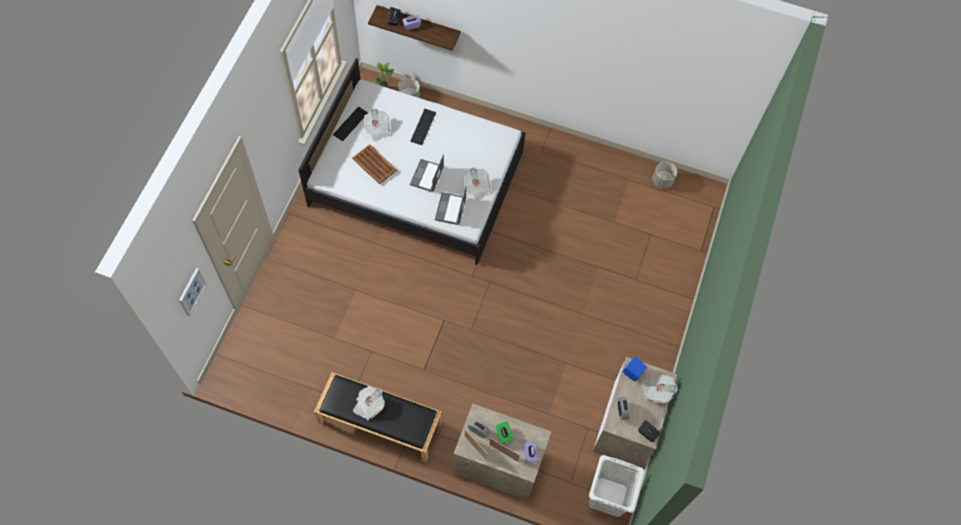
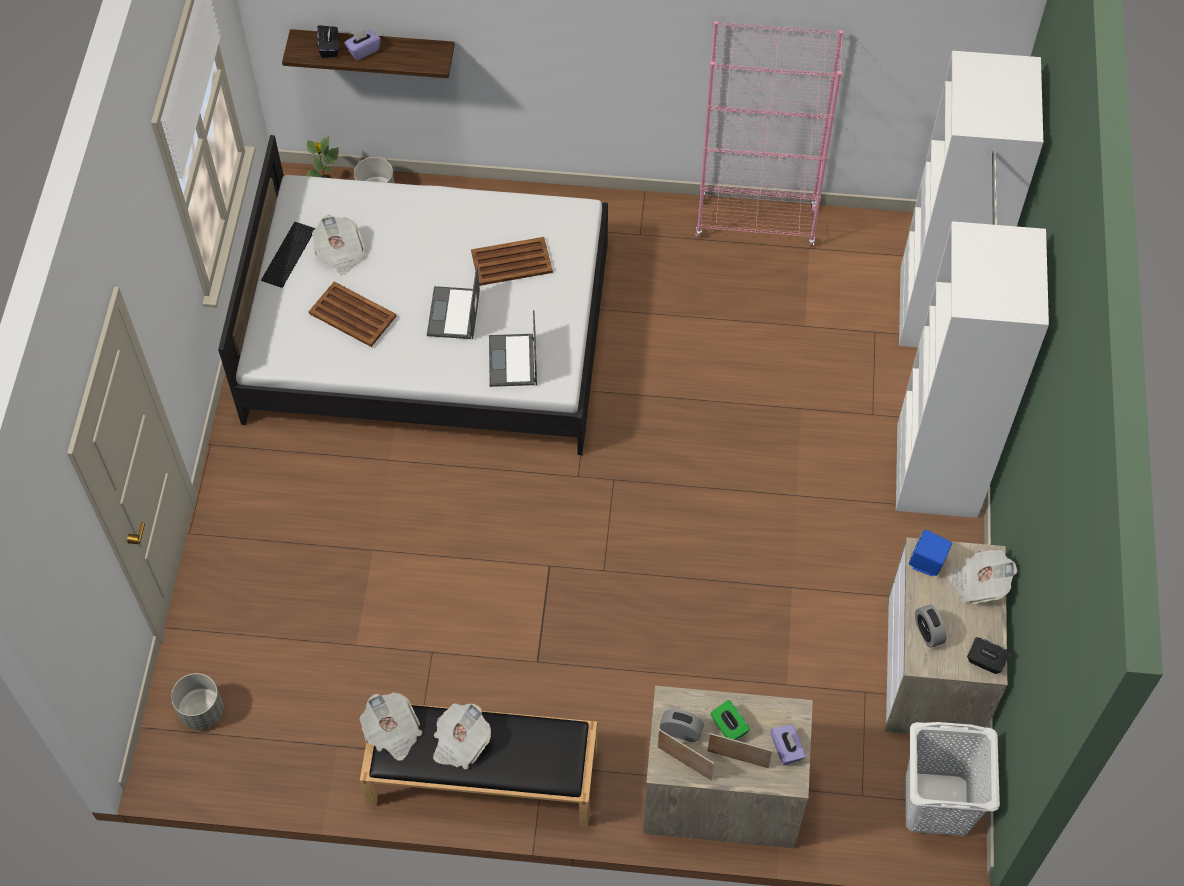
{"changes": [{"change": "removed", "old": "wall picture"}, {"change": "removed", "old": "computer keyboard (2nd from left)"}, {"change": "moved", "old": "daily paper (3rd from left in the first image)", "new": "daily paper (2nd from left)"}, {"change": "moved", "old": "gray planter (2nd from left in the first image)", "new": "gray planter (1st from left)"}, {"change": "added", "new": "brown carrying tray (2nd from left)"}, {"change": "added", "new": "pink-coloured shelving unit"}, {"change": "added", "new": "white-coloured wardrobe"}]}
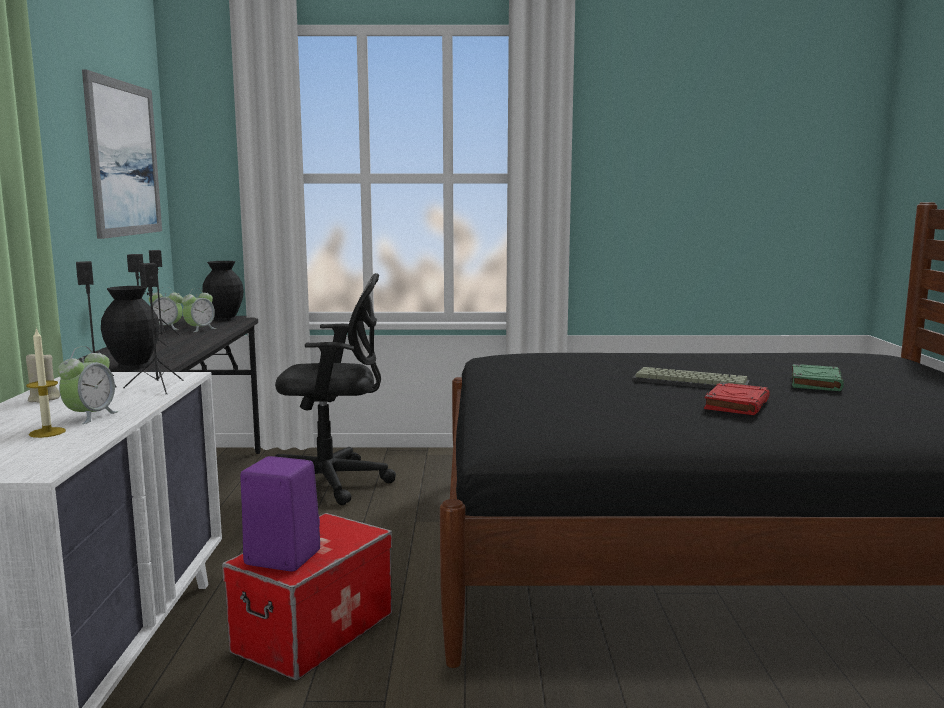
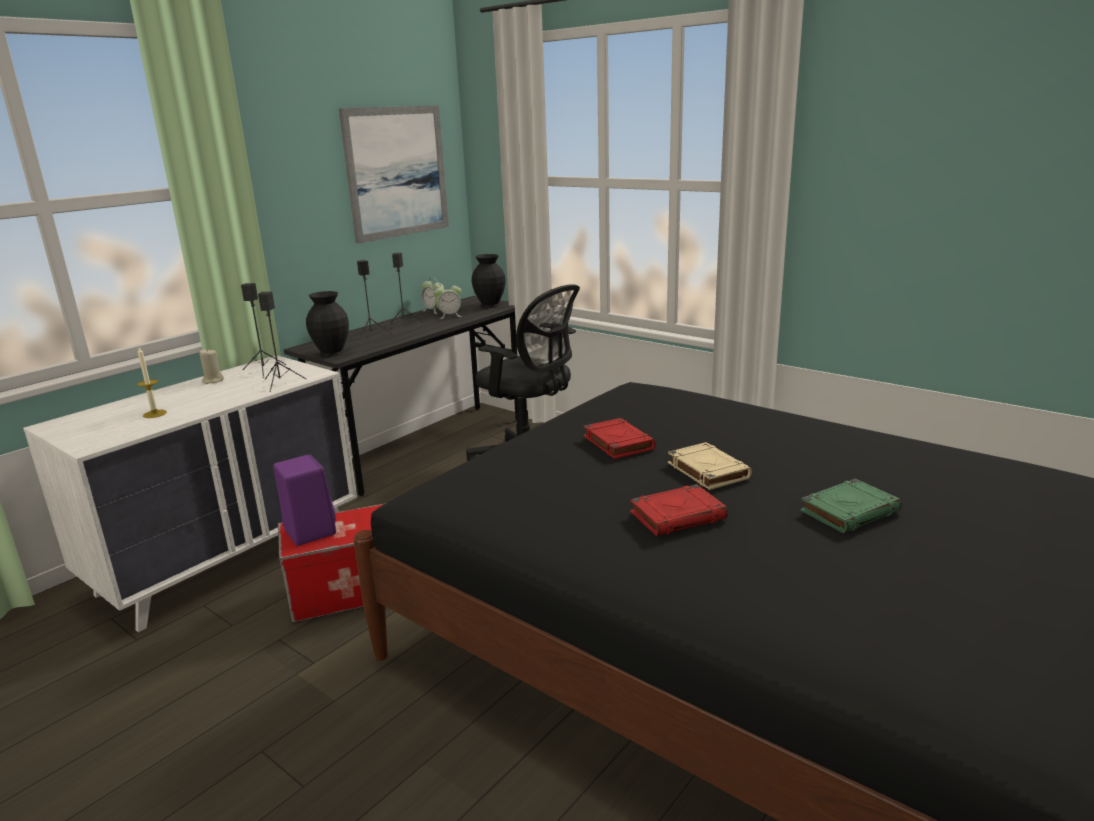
{"changes": [{"change": "removed", "old": "alarm clock (1st from left)"}, {"change": "replaced", "old": "computer keyboard", "new": "beige-coloured volume"}, {"change": "added", "new": "red volume (1st from left)"}]}
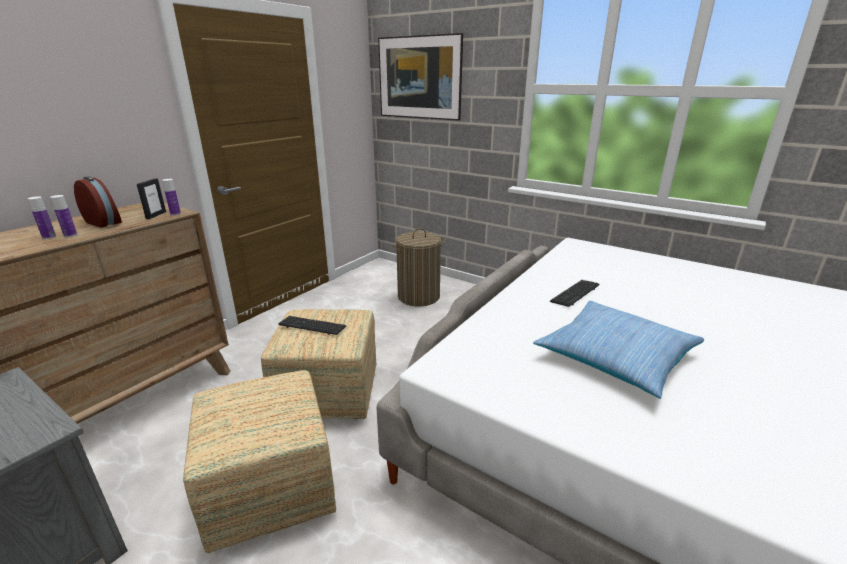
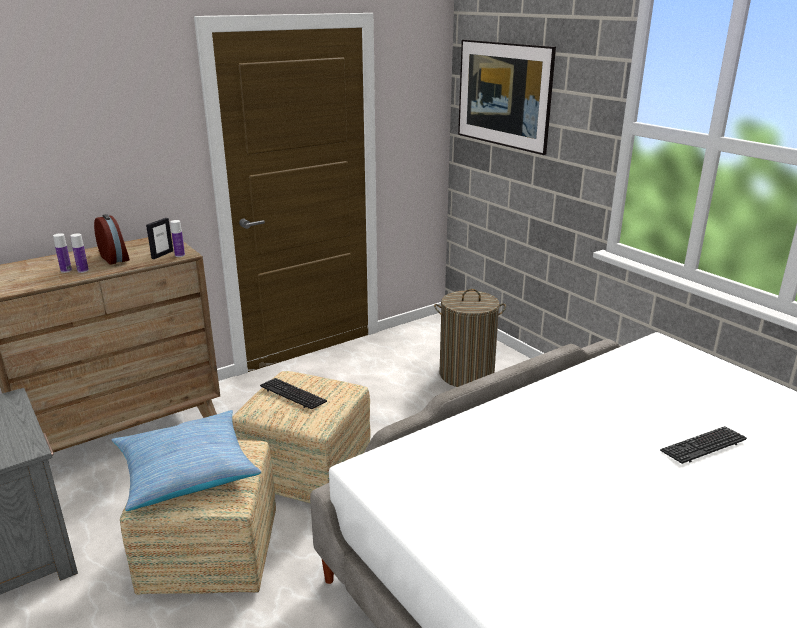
{"changes": [{"change": "moved", "old": "pillow"}, {"change": "moved", "old": "computer keyboard (2nd from left)"}]}
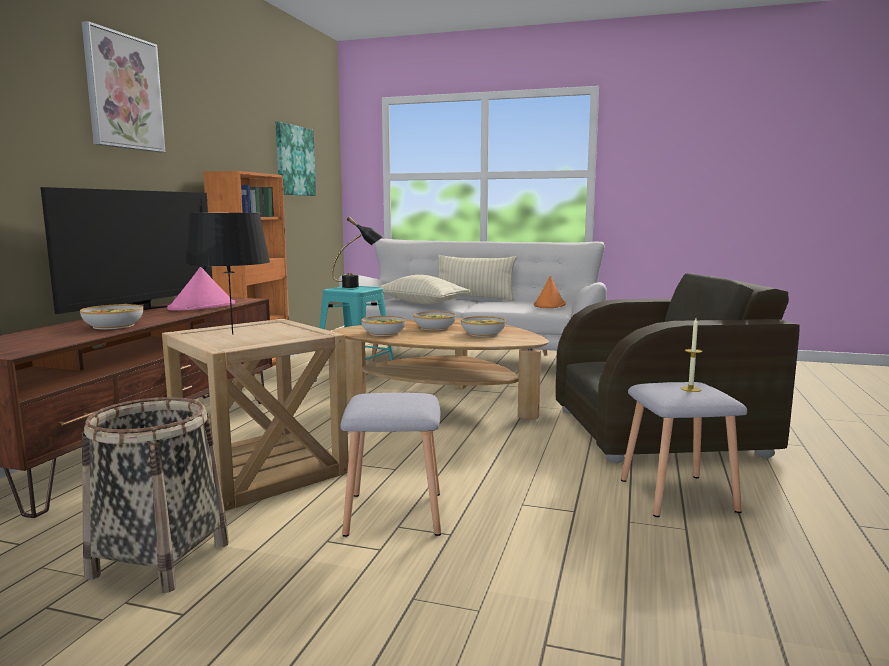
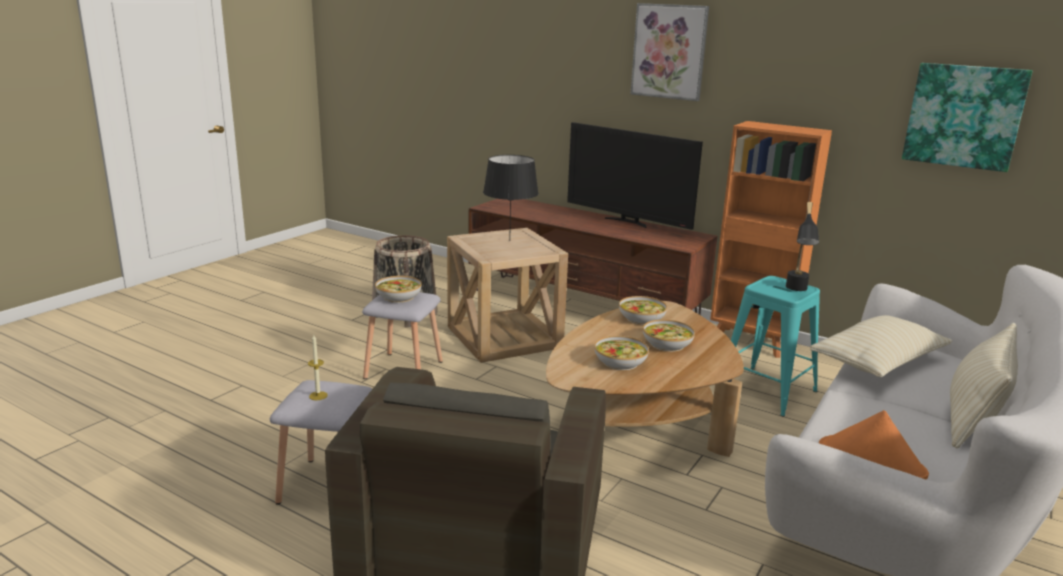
{"changes": [{"change": "moved", "old": "deep dish (1st from left)"}, {"change": "removed", "old": "pink-coloured hat"}]}
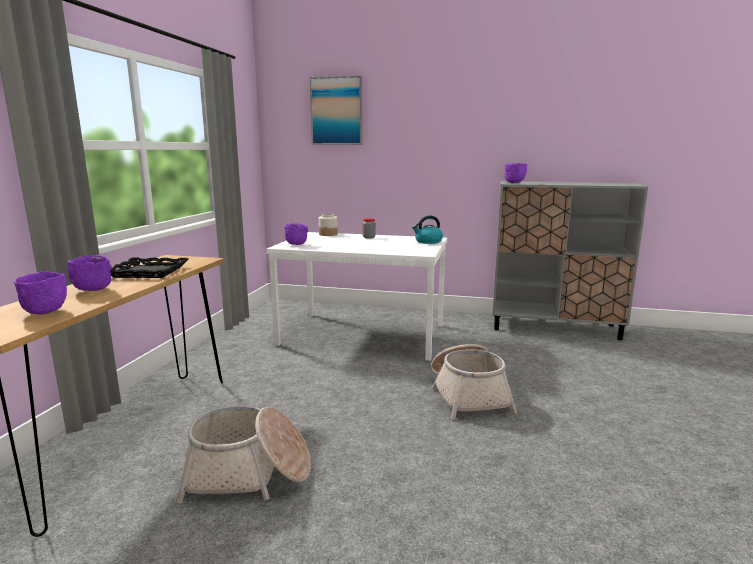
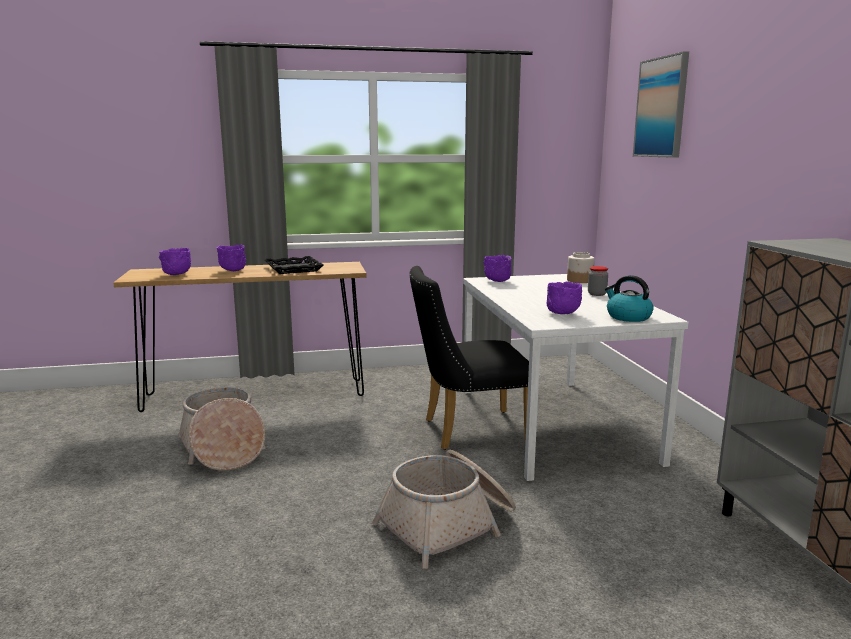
{"changes": [{"change": "moved", "old": "purplish deep dish (4th from left)"}, {"change": "added", "new": "blackish upright chair"}]}
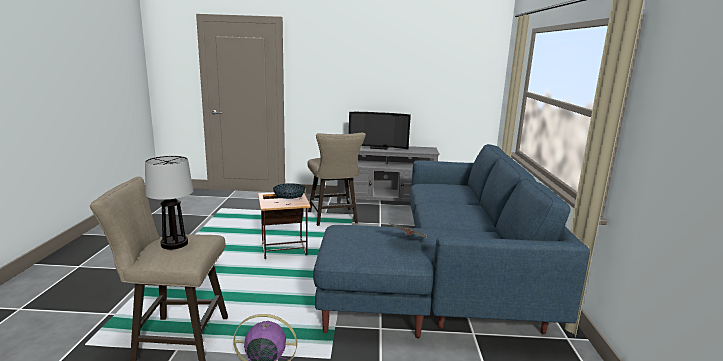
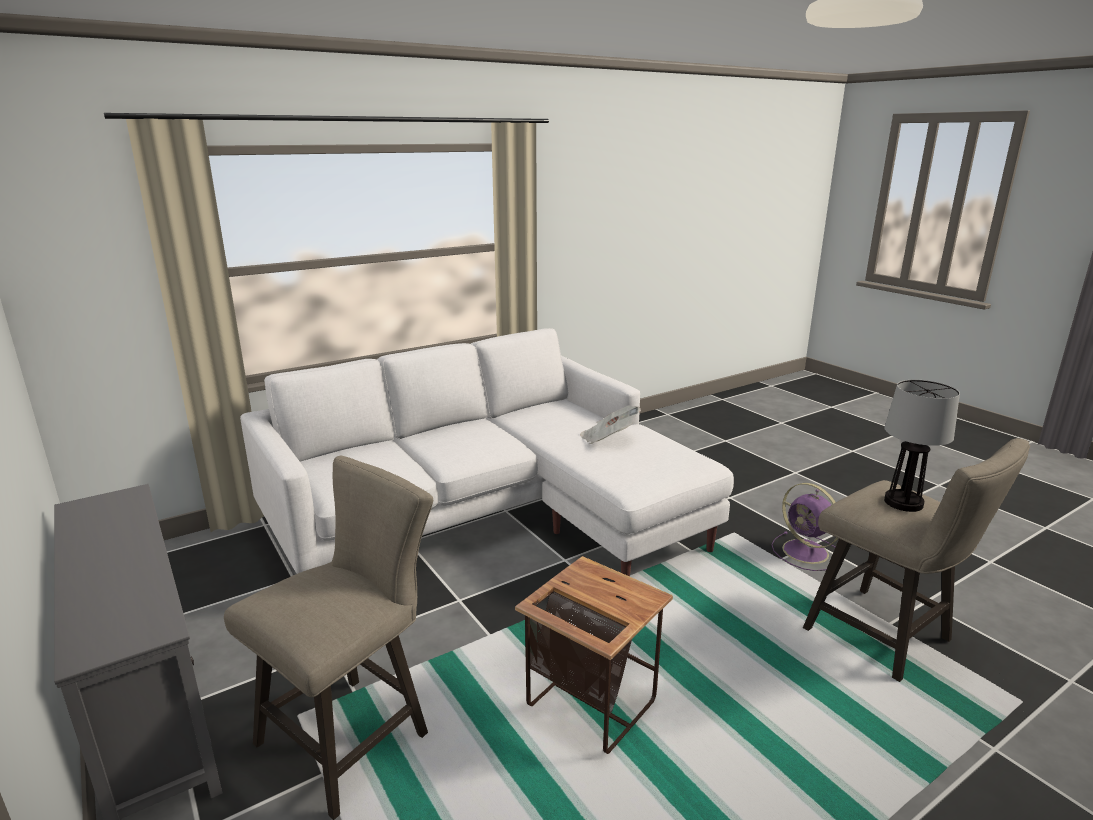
{"changes": [{"change": "removed", "old": "deep dish"}, {"change": "recoloured", "old": "blue sofa", "new": "white-coloured sofa"}, {"change": "removed", "old": "TV"}]}
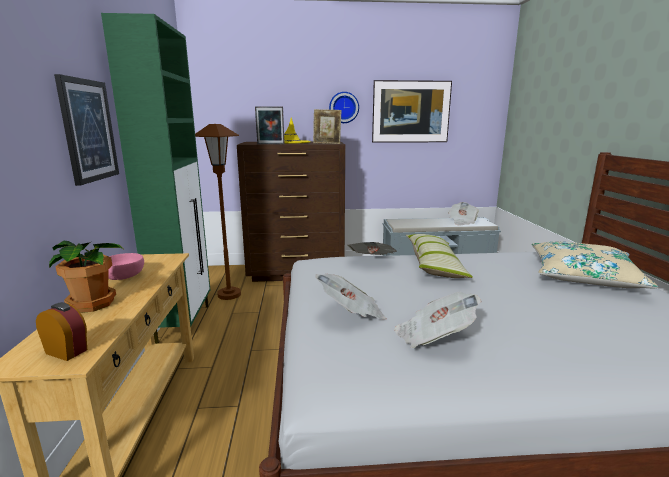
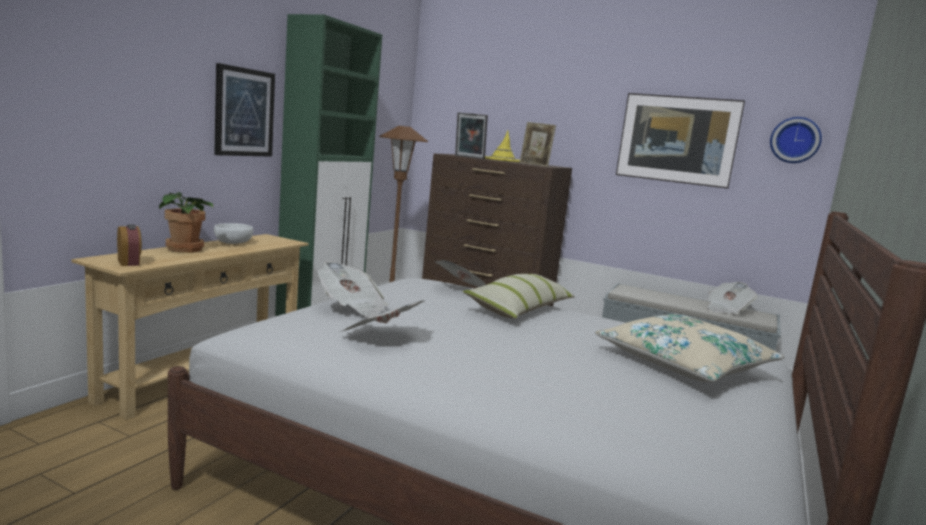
{"changes": [{"change": "recoloured", "old": "pink-coloured deep dish", "new": "white-coloured deep dish"}, {"change": "moved", "old": "wall clock"}]}
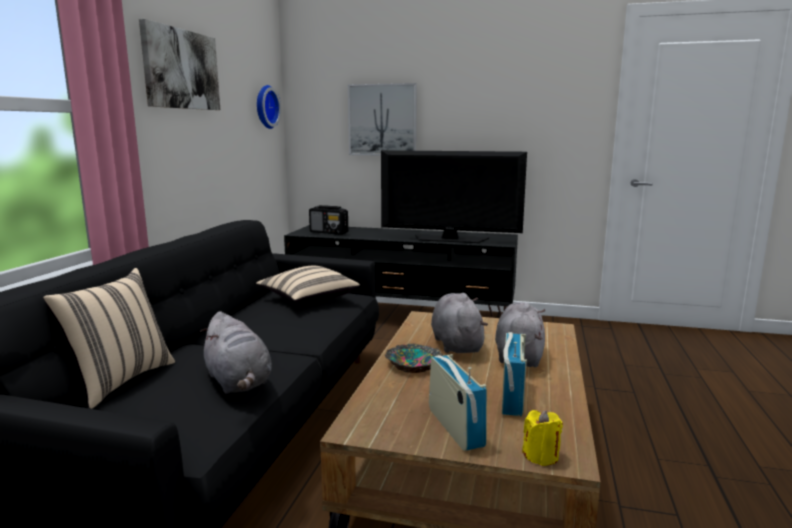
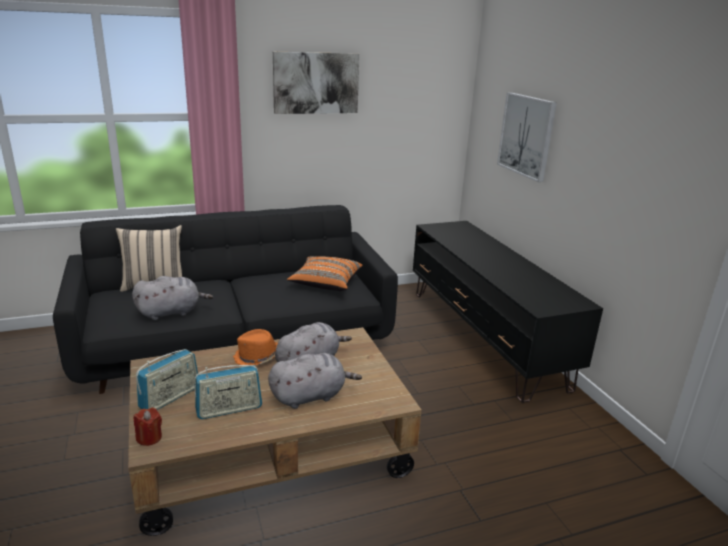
{"changes": [{"change": "turned", "old": "gray soft toy (1st from left)", "degrees": -135}, {"change": "recoloured", "old": "beige-coloured pillow (2nd from left)", "new": "orange-coloured pillow"}, {"change": "removed", "old": "wall clock"}, {"change": "removed", "old": "radio (1st from left)"}, {"change": "removed", "old": "TV"}, {"change": "replaced", "old": "deep dish", "new": "orange-coloured hat"}, {"change": "recoloured", "old": "yellowish candle", "new": "red candle"}]}
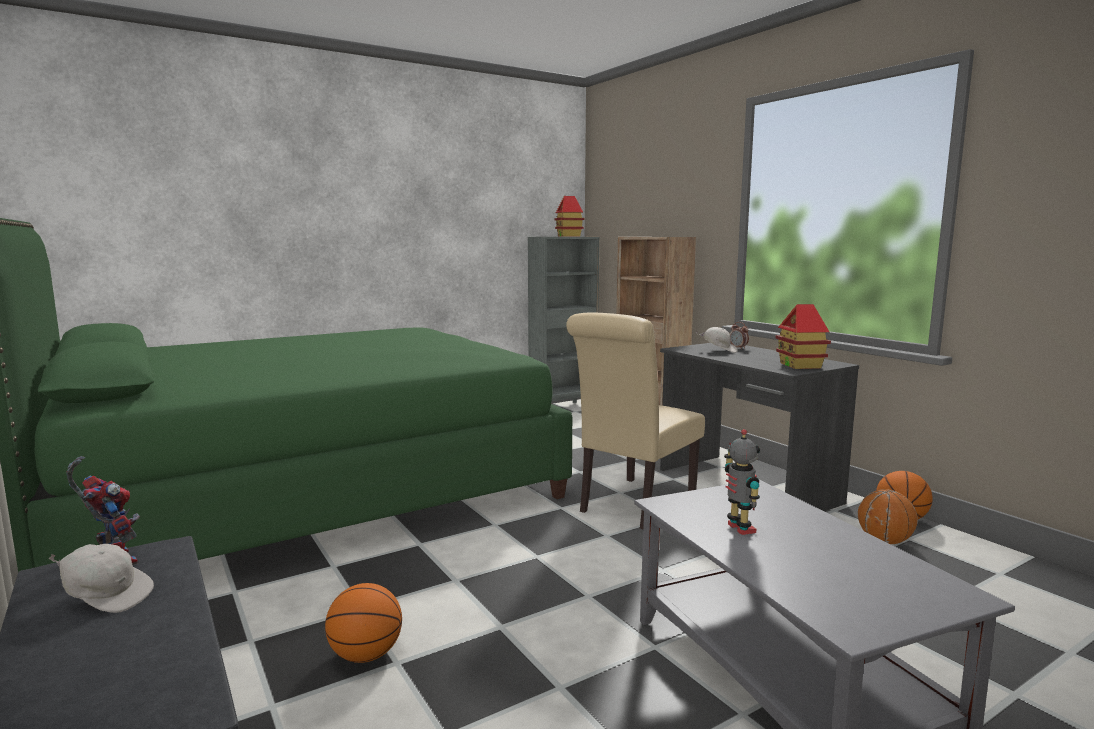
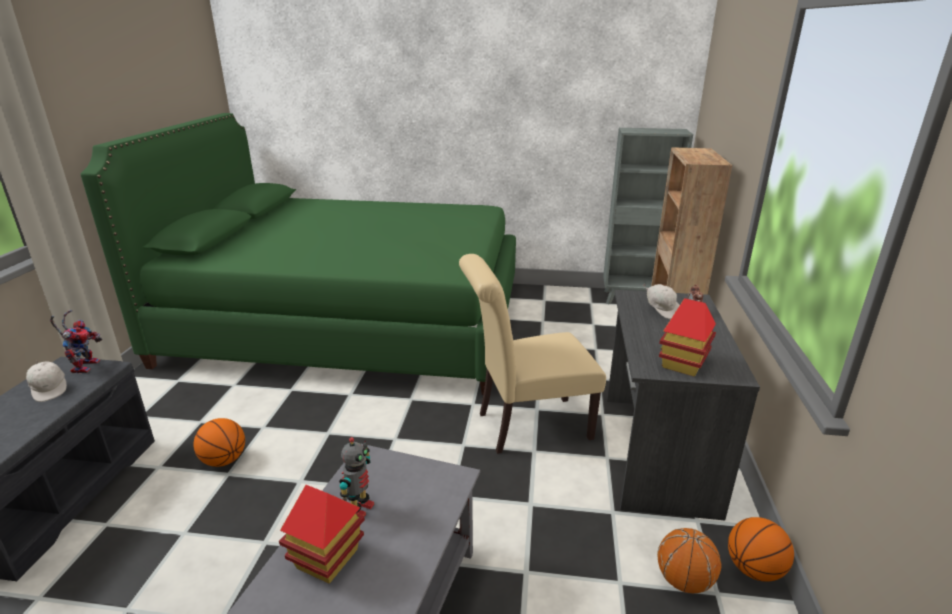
{"changes": [{"change": "moved", "old": "toy house (1st from left)"}]}
